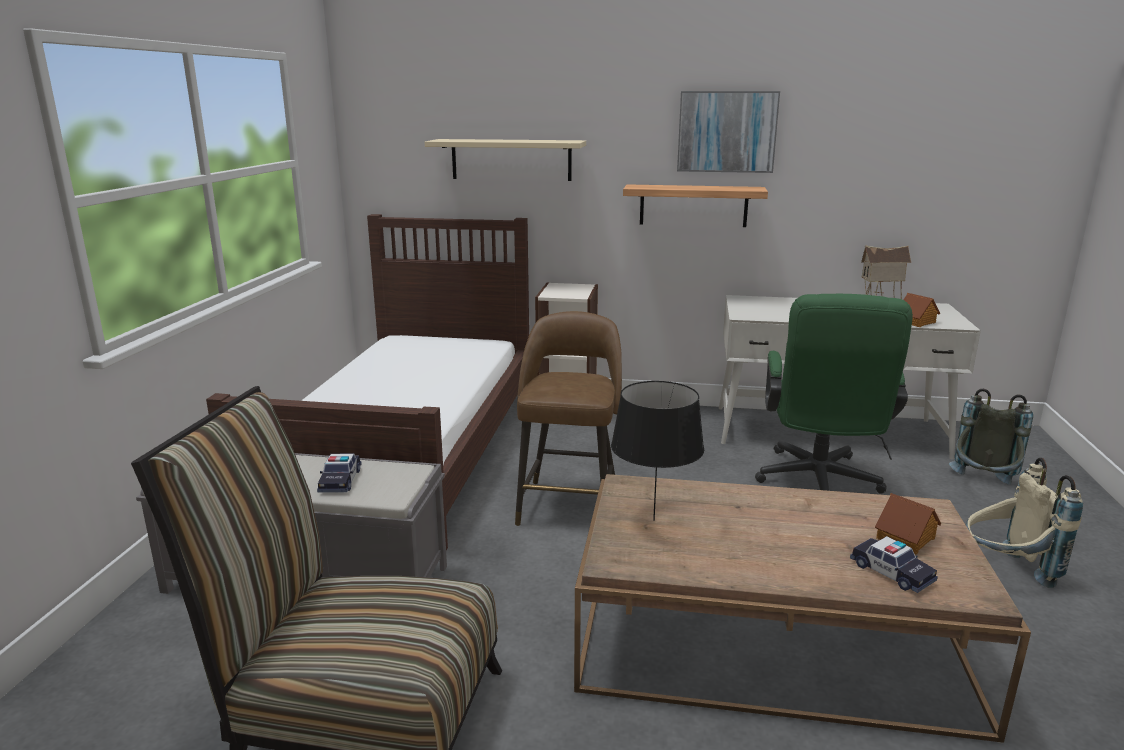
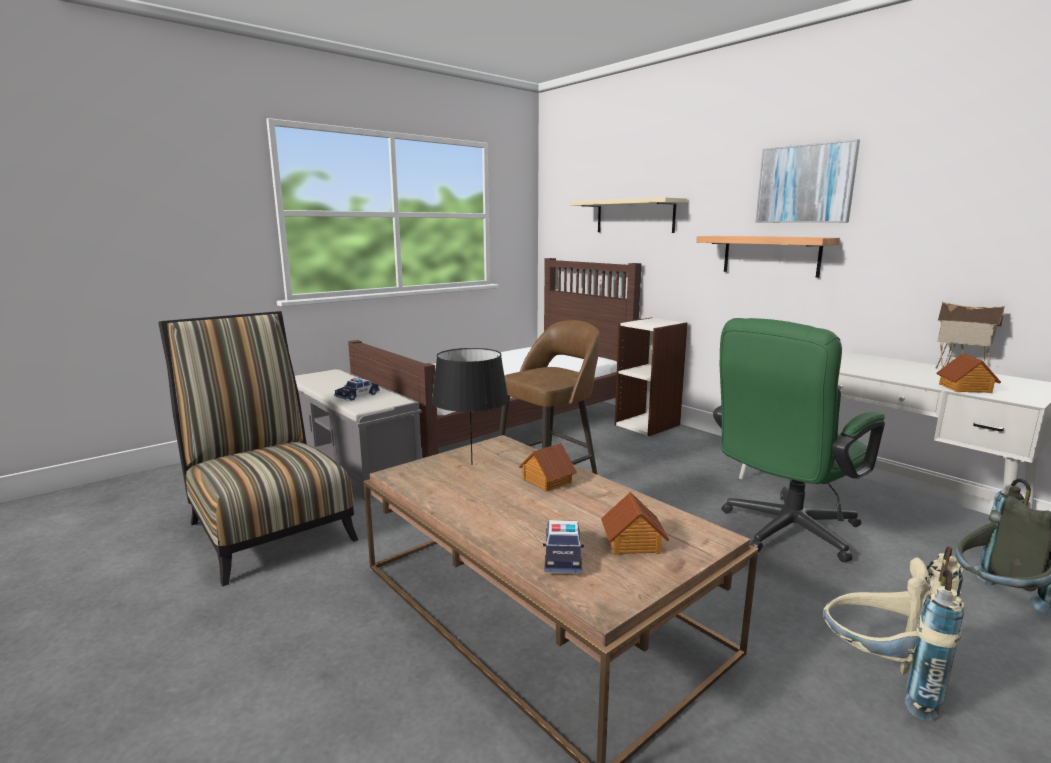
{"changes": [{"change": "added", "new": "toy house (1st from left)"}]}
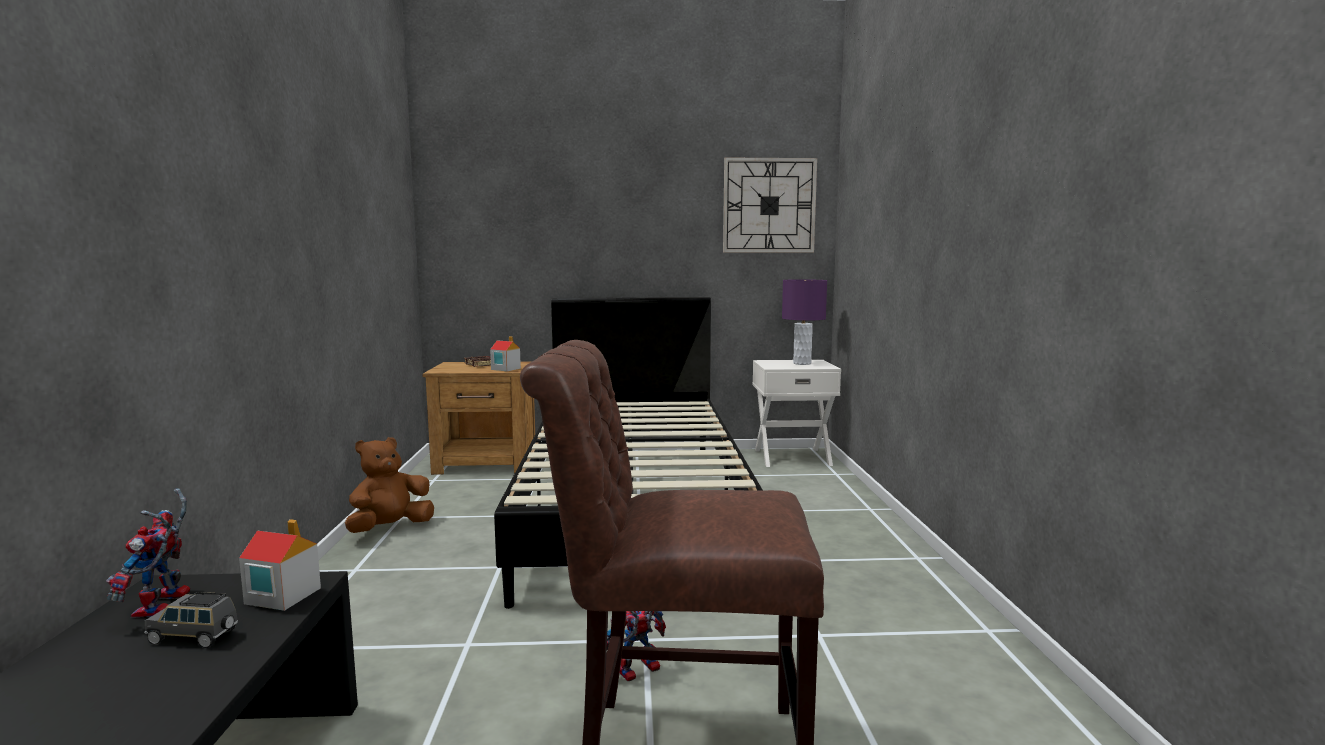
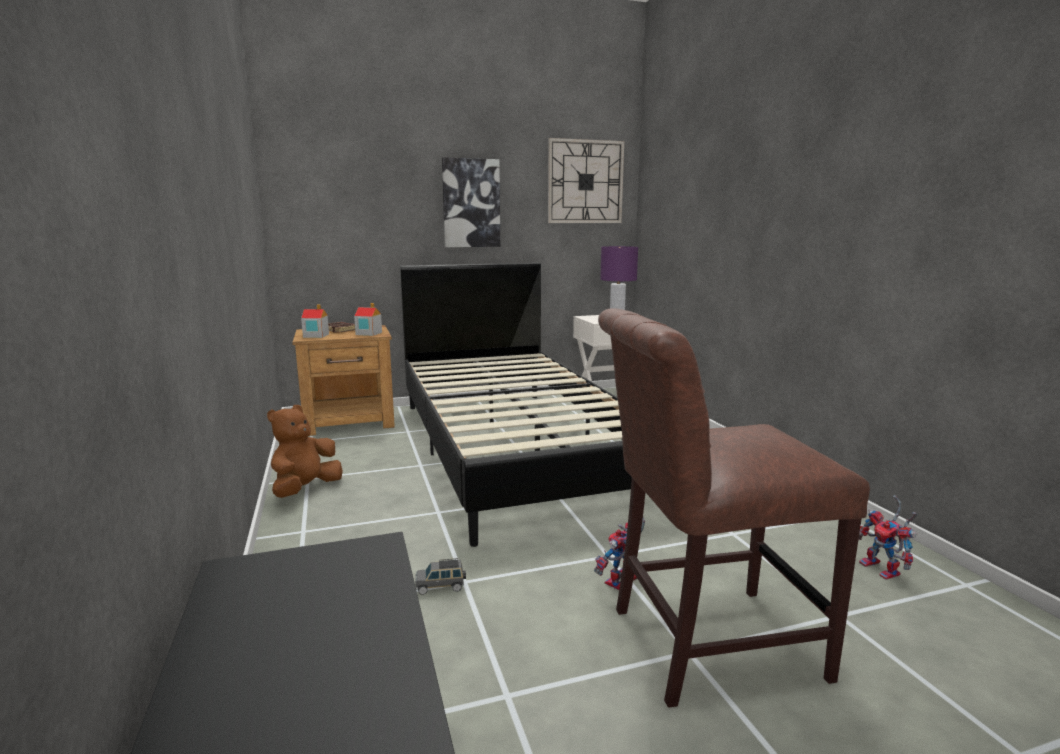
{"changes": [{"change": "moved", "old": "toy robot (1st from left in the first image)", "new": "toy robot (2nd from left)"}, {"change": "moved", "old": "gray miniature car"}, {"change": "moved", "old": "toy house (1st from left)"}, {"change": "added", "new": "wall picture"}]}
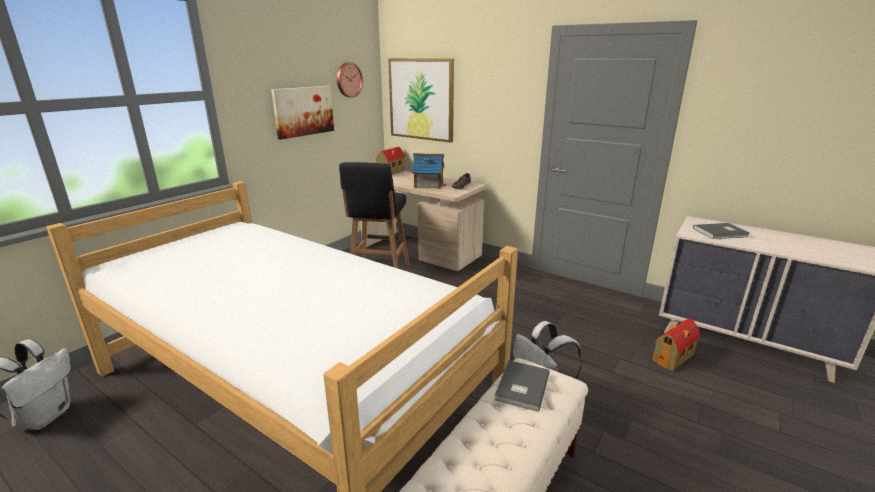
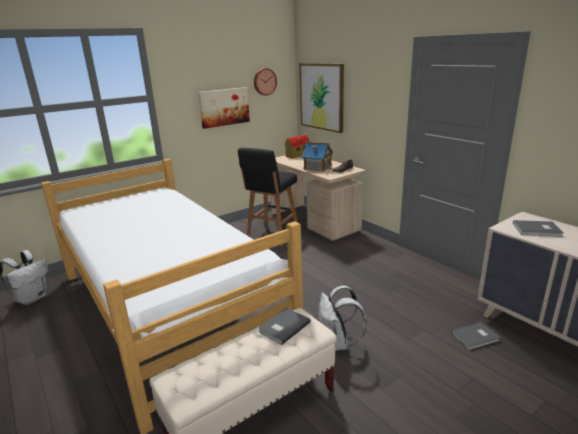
{"changes": [{"change": "replaced", "old": "toy house (3rd from left)", "new": "gray volume (2nd from left)"}]}
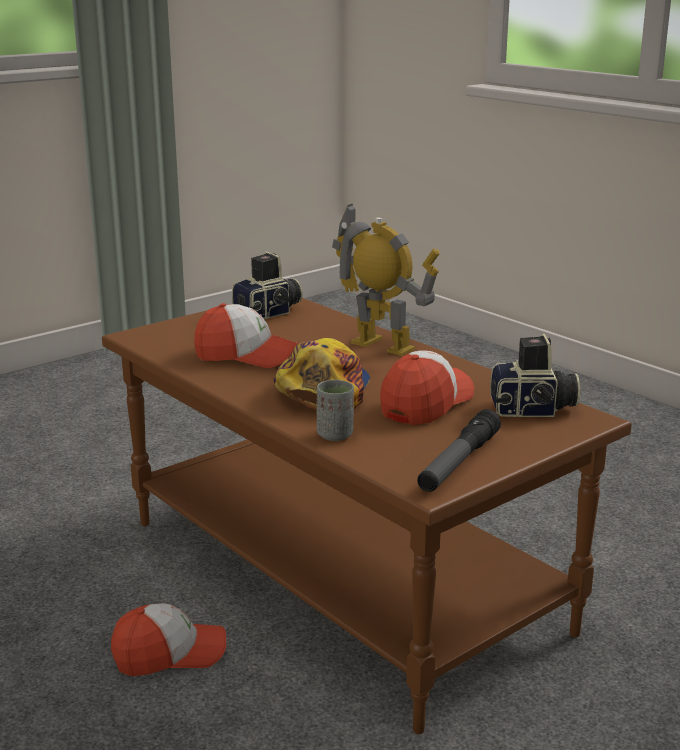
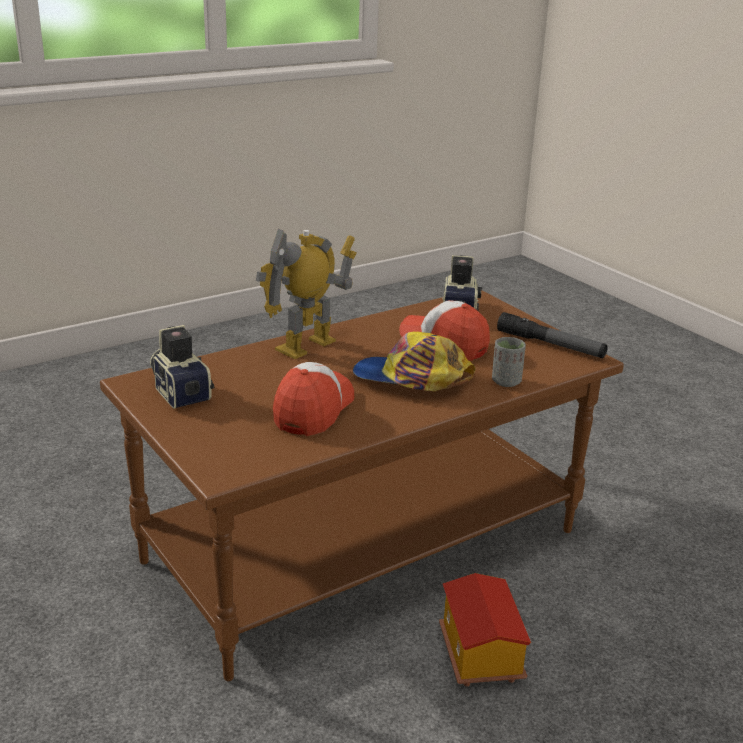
{"changes": [{"change": "replaced", "old": "baseball cap (1st from left)", "new": "toy house"}]}
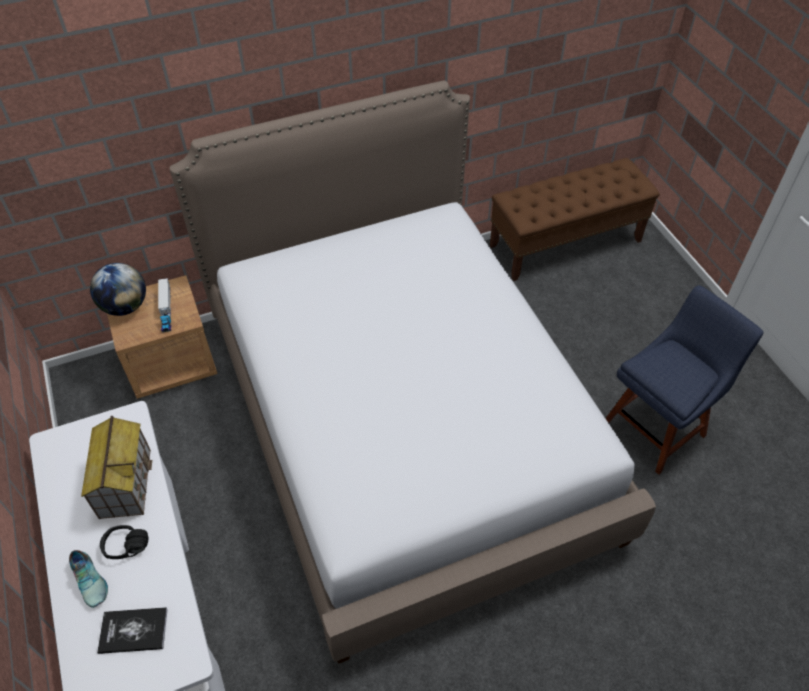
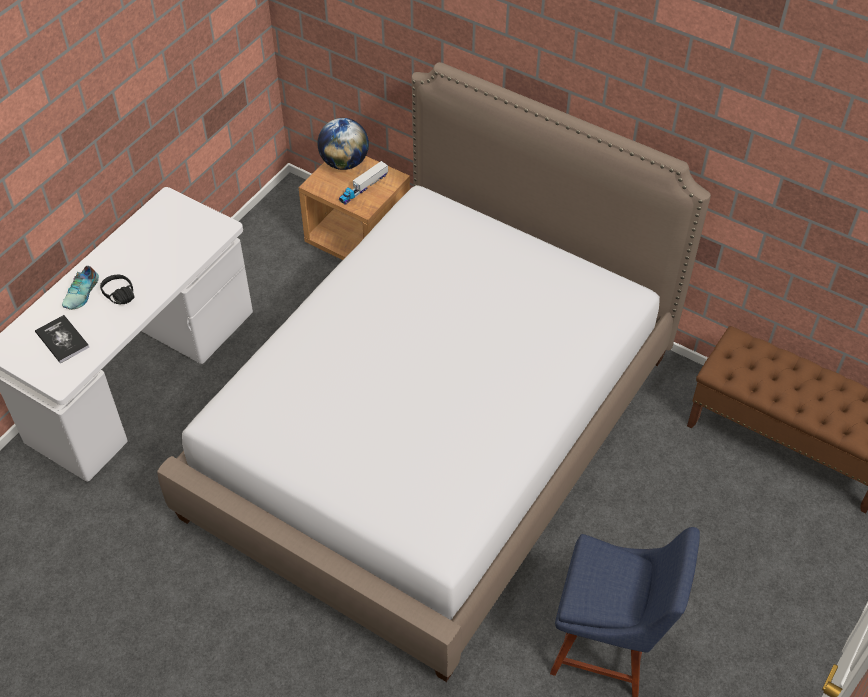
{"changes": [{"change": "removed", "old": "toy house"}]}
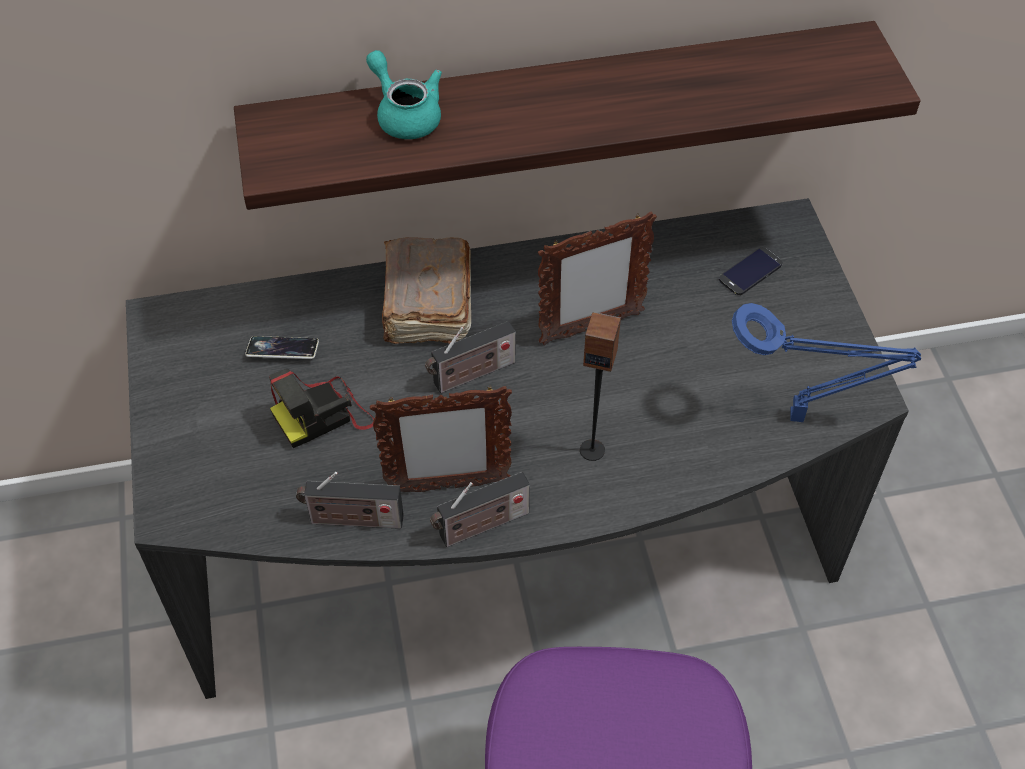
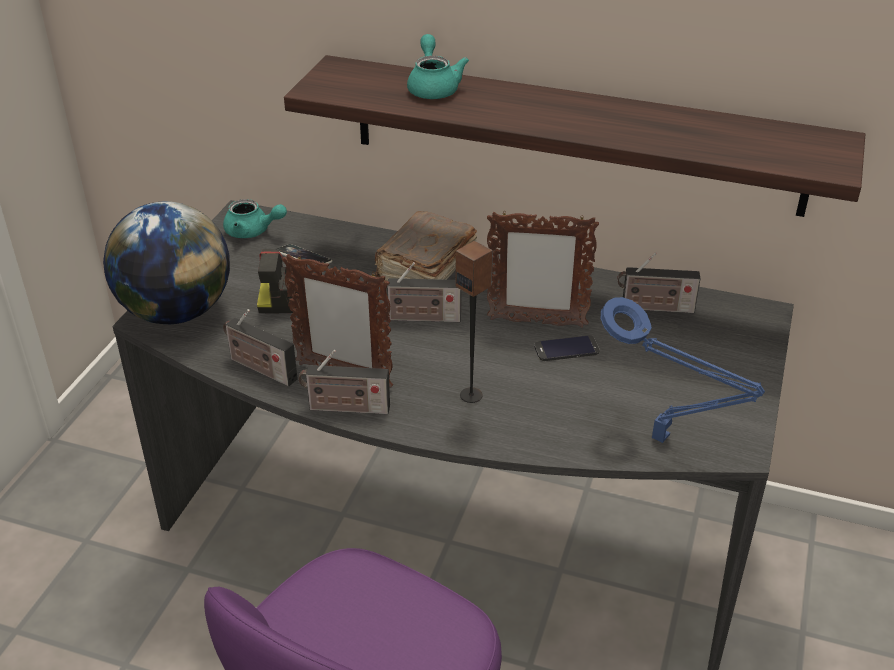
{"changes": [{"change": "moved", "old": "handset (2nd from left)"}, {"change": "added", "new": "desk globe"}, {"change": "added", "new": "blue-green teapot (1st from left)"}, {"change": "added", "new": "radio (4th from left)"}]}
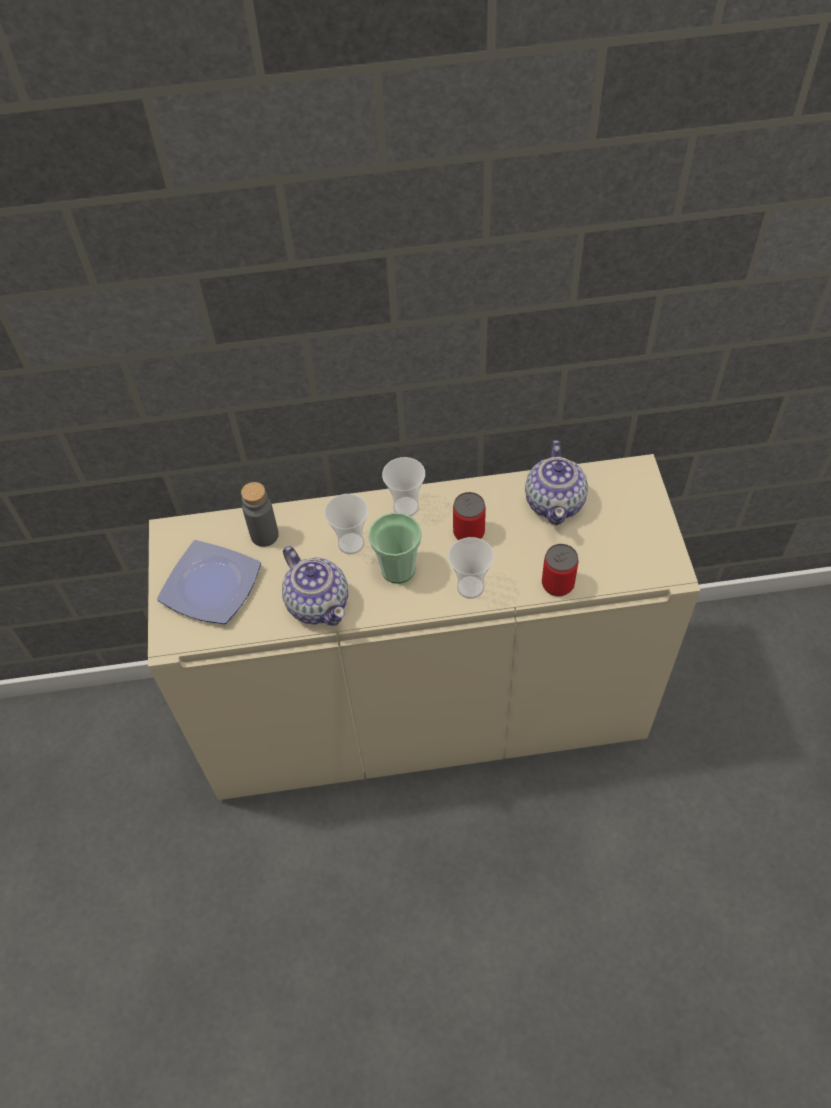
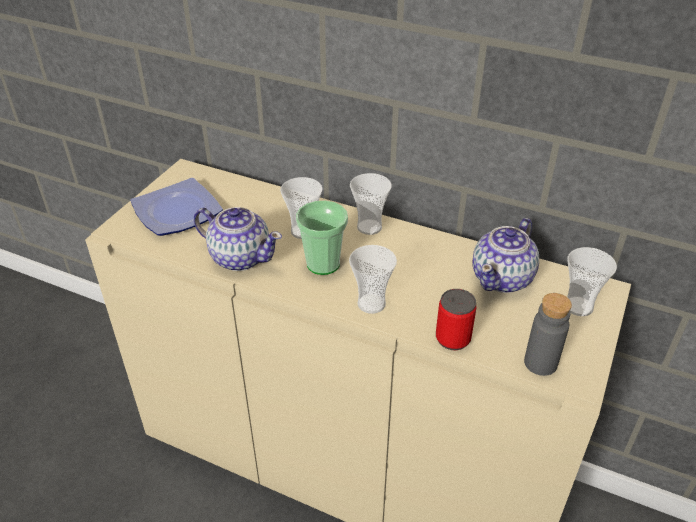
{"changes": [{"change": "moved", "old": "gray beverage bottle"}, {"change": "turned", "old": "teapot (1st from left)", "degrees": -60}, {"change": "removed", "old": "sealed can (1st from left)"}, {"change": "added", "new": "drinking cup (5th from left)"}]}
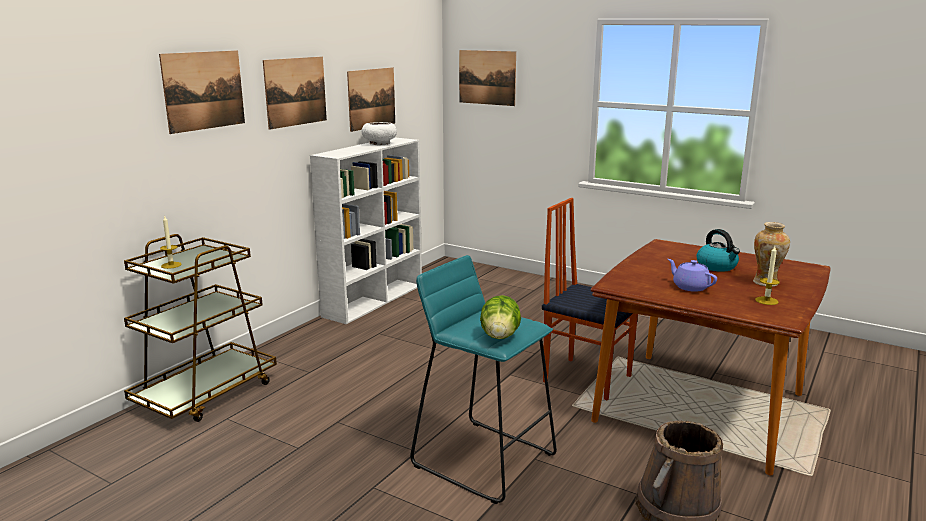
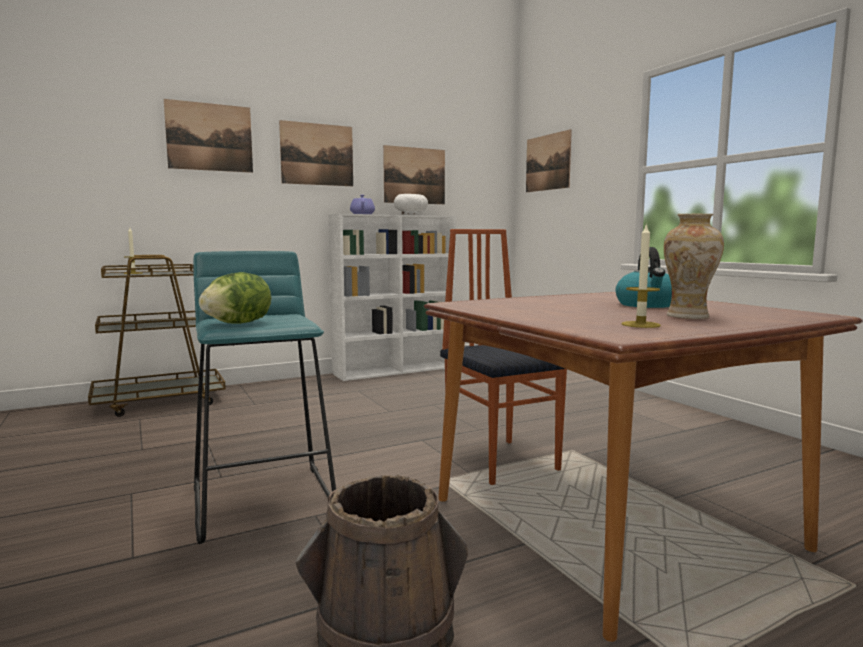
{"changes": [{"change": "moved", "old": "purplish teapot"}]}
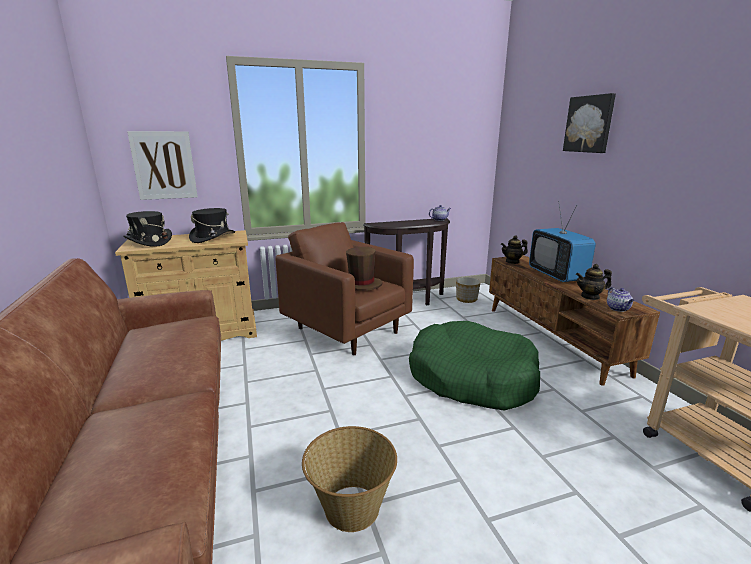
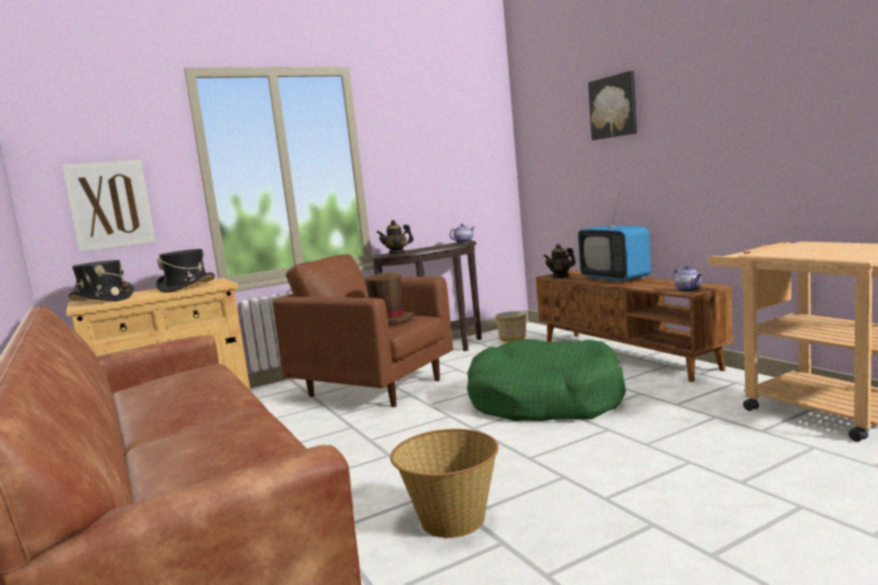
{"changes": [{"change": "moved", "old": "teapot (3rd from left in the first image)", "new": "teapot (1st from left)"}]}
